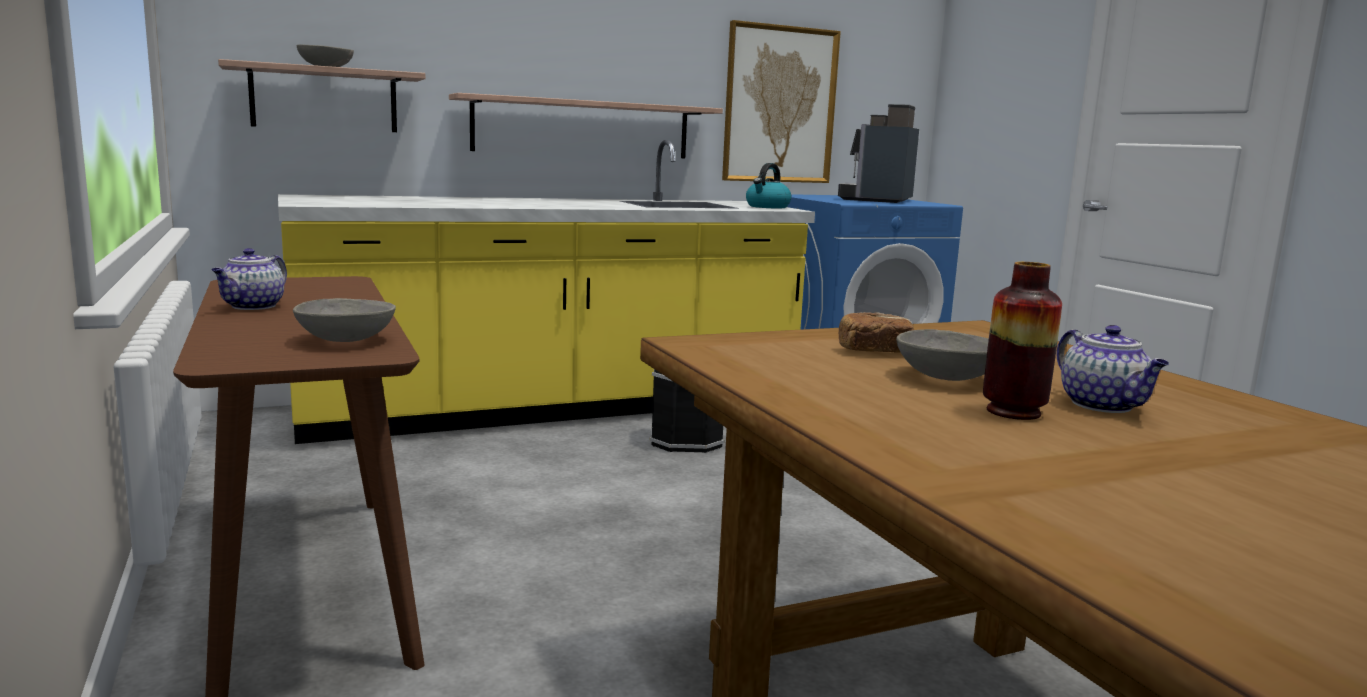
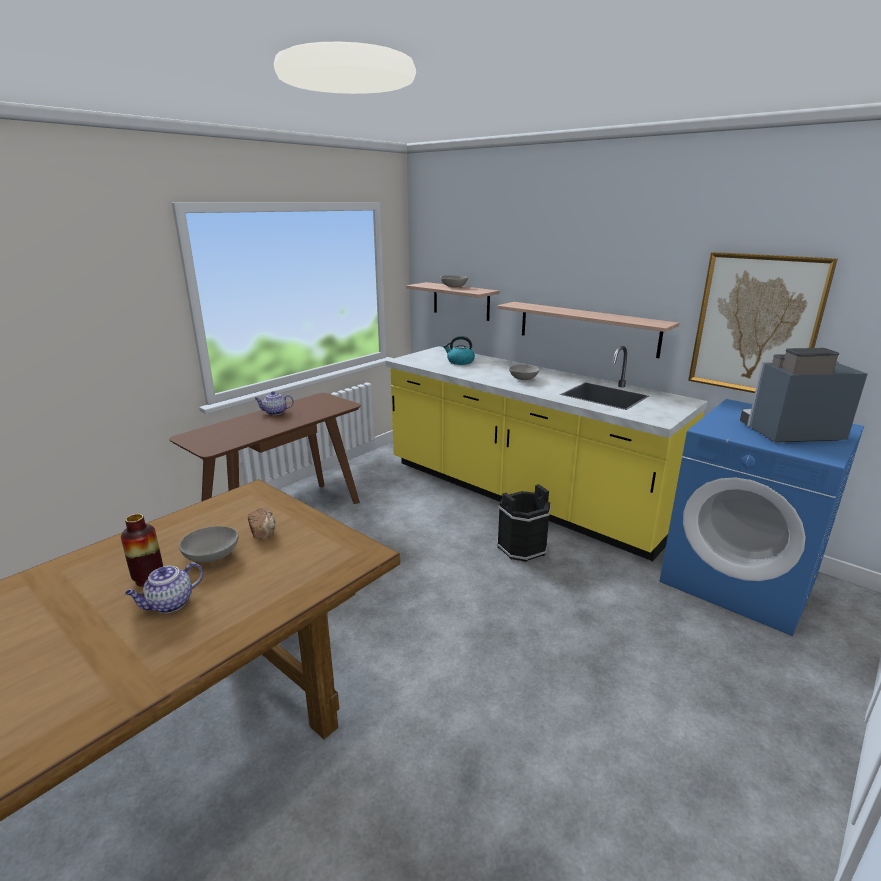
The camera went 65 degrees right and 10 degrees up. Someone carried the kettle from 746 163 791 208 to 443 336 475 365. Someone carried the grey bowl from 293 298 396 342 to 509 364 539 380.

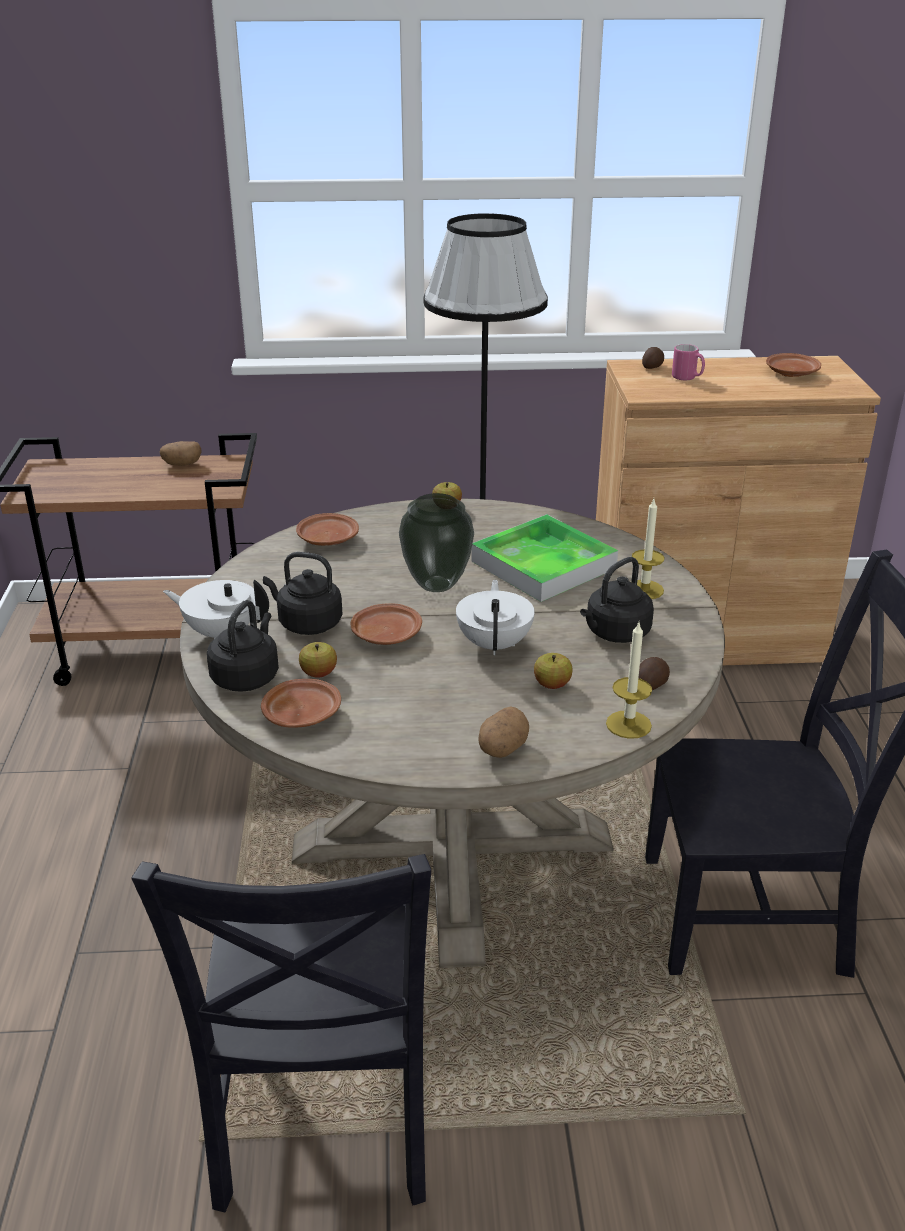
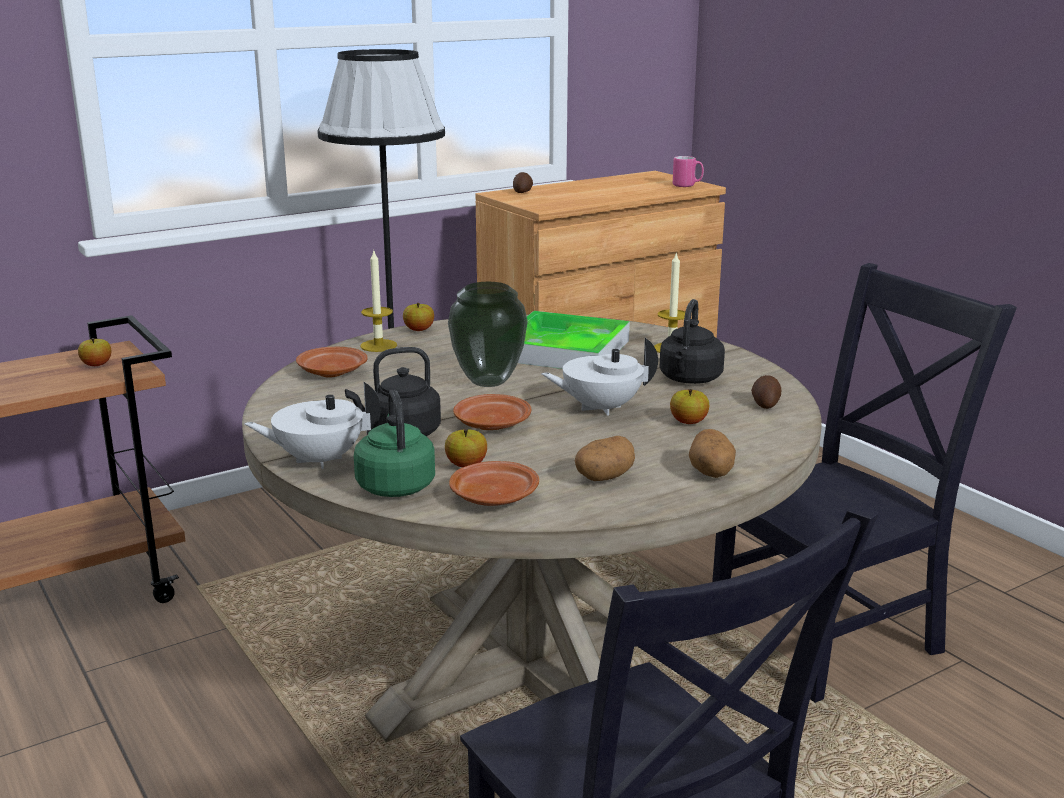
The camera went 30 degrees left and 10 degrees down. Someone put down the apple at 78 338 111 366. Someone repainted the black kettle at 207 600 279 692, which became the green kettle at 354 390 435 497. Someone carried the candle from 606 623 652 739 to 360 251 397 352. Someone rotated the white teapot at 456 580 535 655 by 75 degrees counterclockwise. Someone carried the potato from 160 441 201 466 to 575 436 635 481. Someone carried the pink mug from 672 344 705 381 to 673 156 704 187. Someone took away the brown plate at 766 353 821 377.

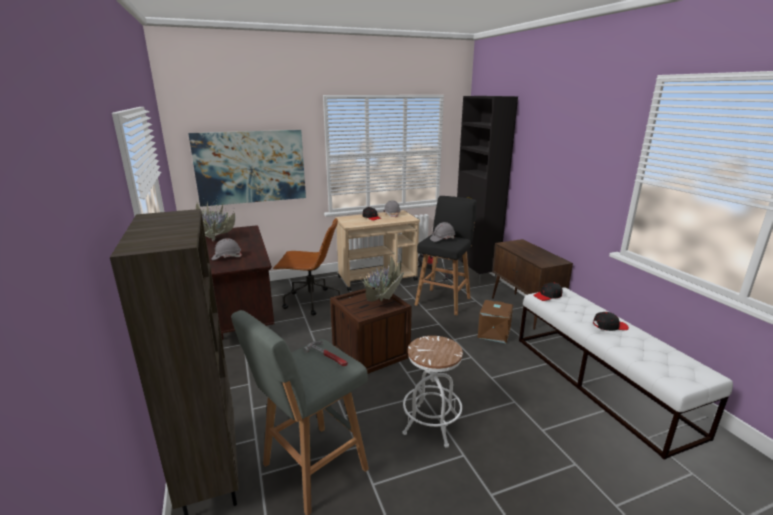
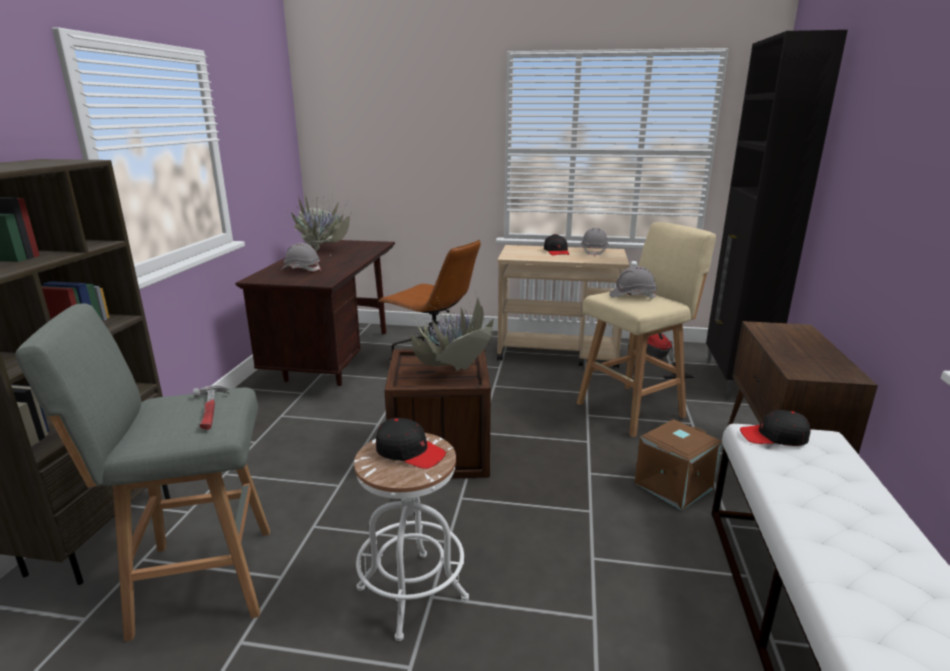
The camera went 30 degrees right and 0 degrees up. Someone carried the black cap from 593 312 629 331 to 376 418 446 469. Someone repainted the black stool at 415 196 477 315, which became the beige stool at 577 222 716 437. Someone took away the picture at 188 130 306 207.

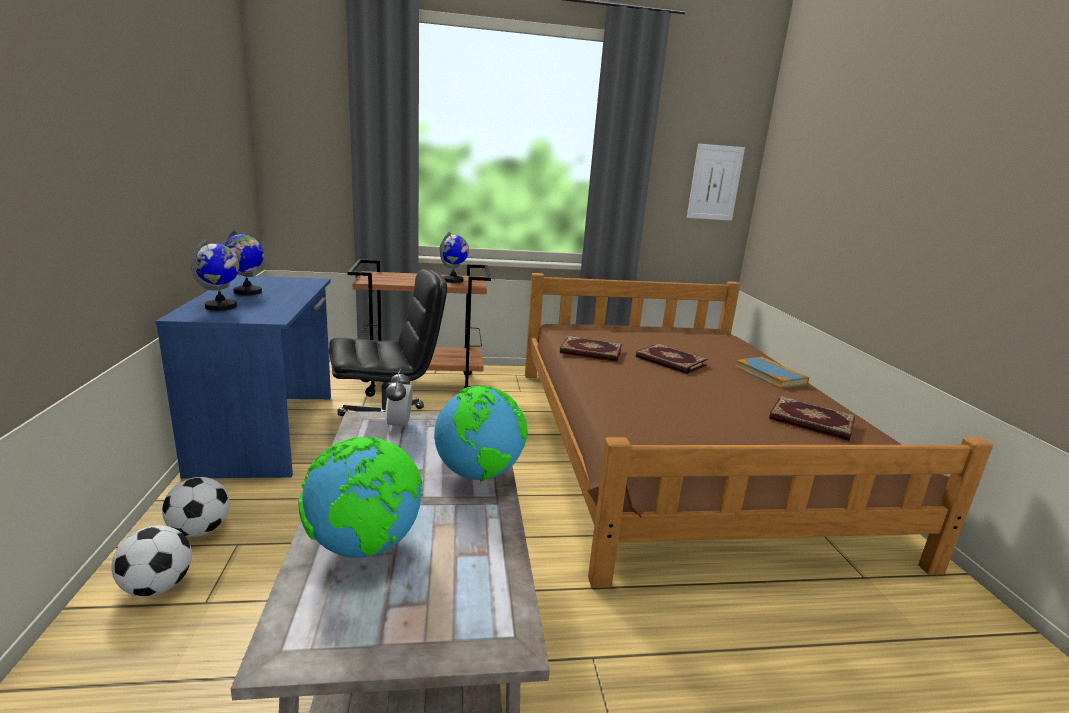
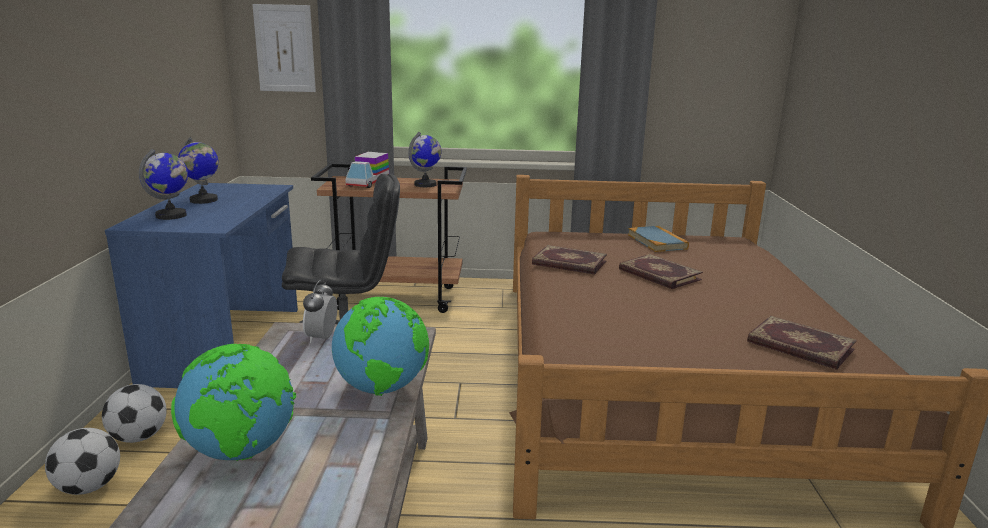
The camera went 10 degrees right and 0 degrees up. Someone carried the picture from 687 144 745 221 to 252 4 316 92. Someone put down the toy truck at 346 152 389 188. Someone carried the book from 735 357 809 389 to 628 226 689 252.

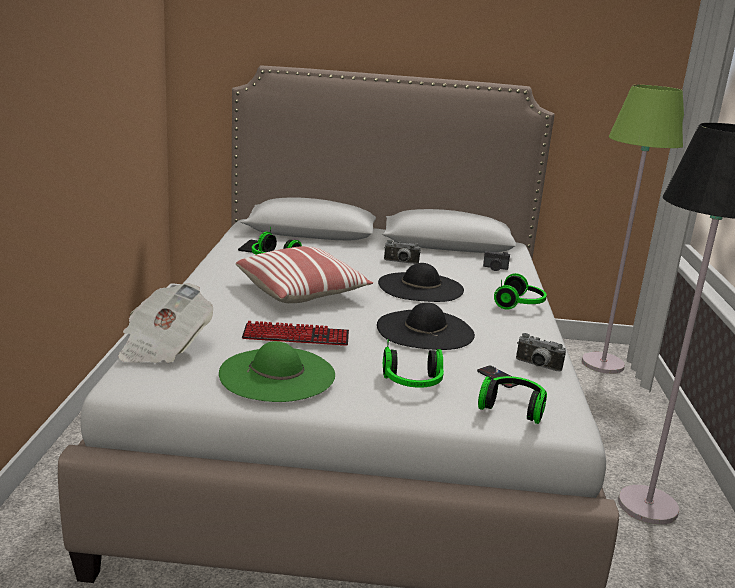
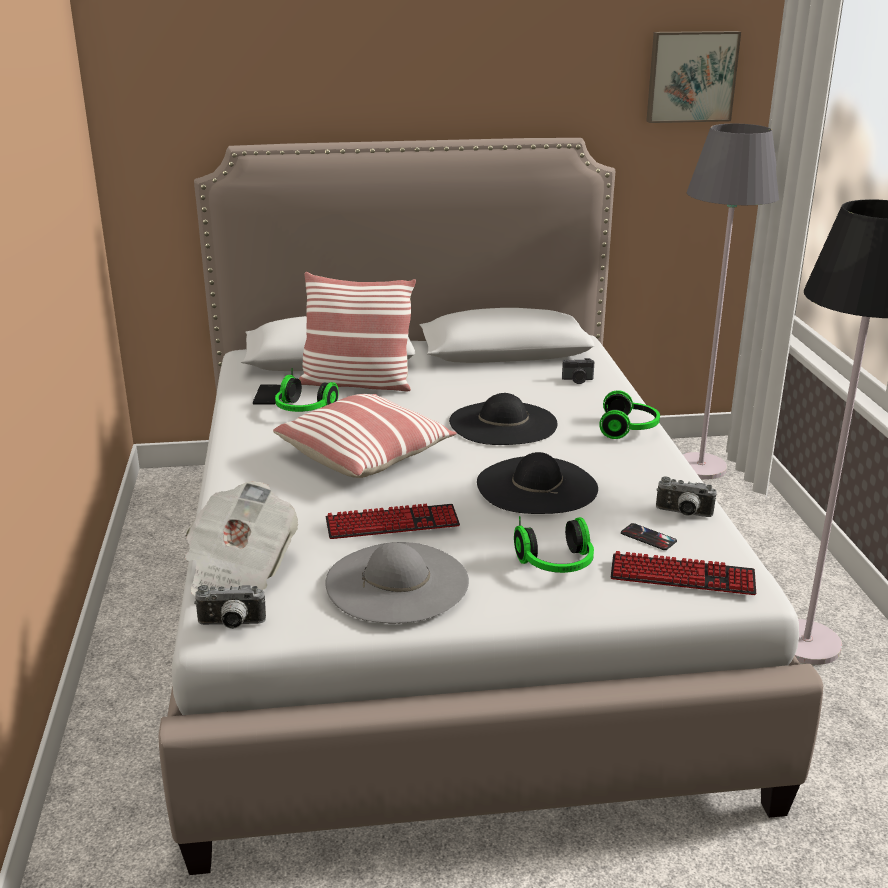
The camera went 10 degrees left and 5 degrees up. Someone carried the photo camera from 384 240 421 264 to 194 585 266 629. Someone put down the pillow at 299 272 416 391. Someone repainted the green hat at 219 341 335 402, which became the grey hat at 325 542 469 623. Someone swapped the headphones at 478 376 547 424 for the keyboard at 610 551 756 595. Someone put up the picture at 646 31 741 123. Someone repainted the green floor lamp at 582 85 684 374, which became the grey floor lamp at 683 124 779 480.

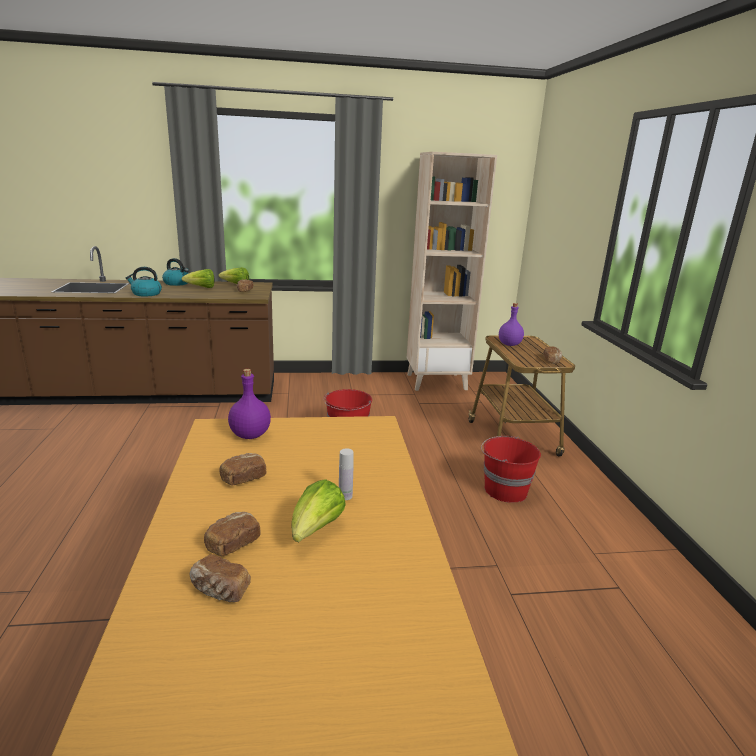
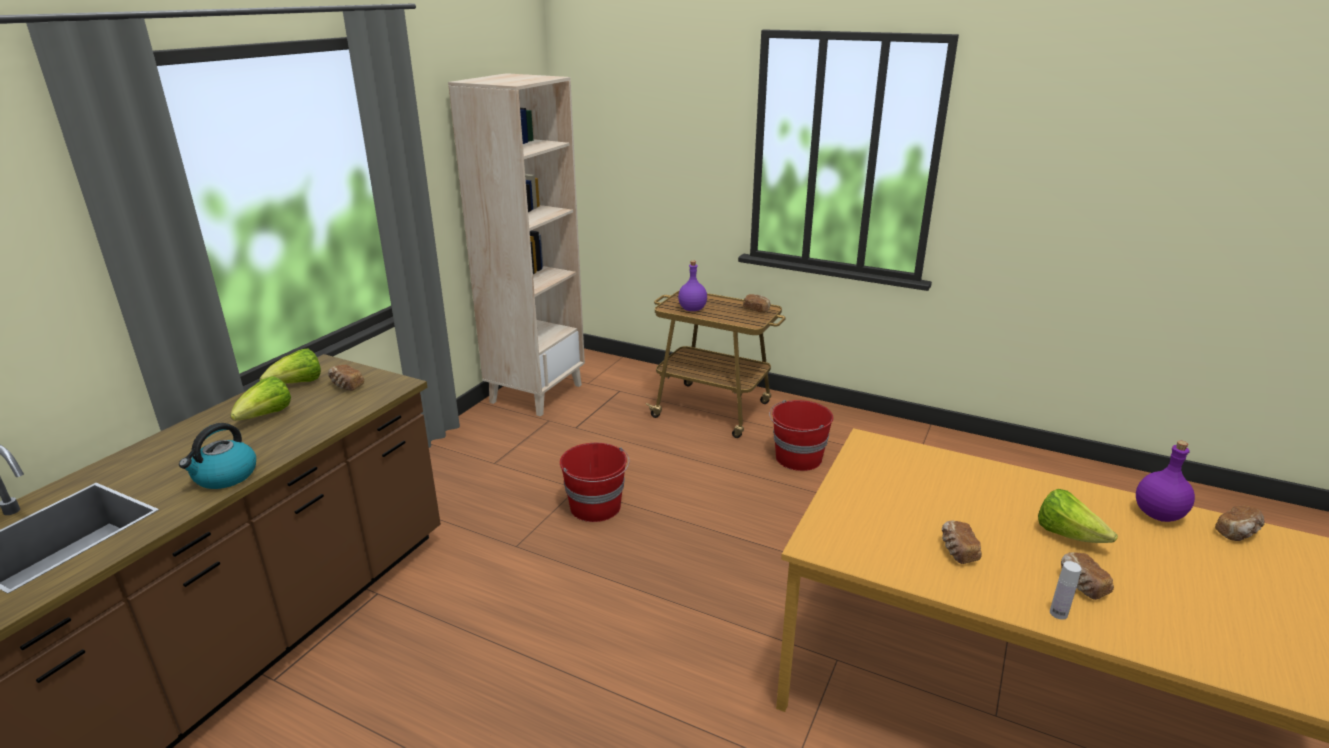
The camera went 55 degrees left and 5 degrees up. Someone carried the white bottle from 339 448 354 500 to 1050 561 1081 620. Someone carried the purple bottle from 228 369 271 439 to 1136 440 1195 522. Someone carried the bread from 190 554 251 602 to 1215 505 1265 541. Someone took away the kettle at 162 258 189 286.

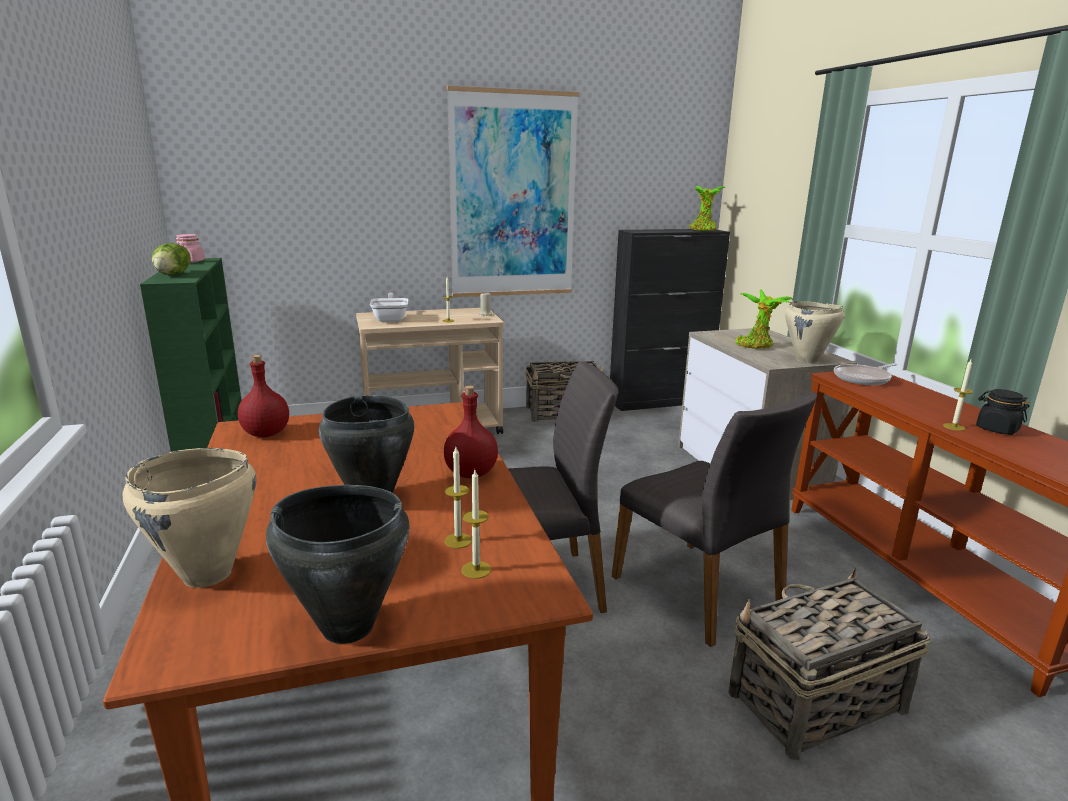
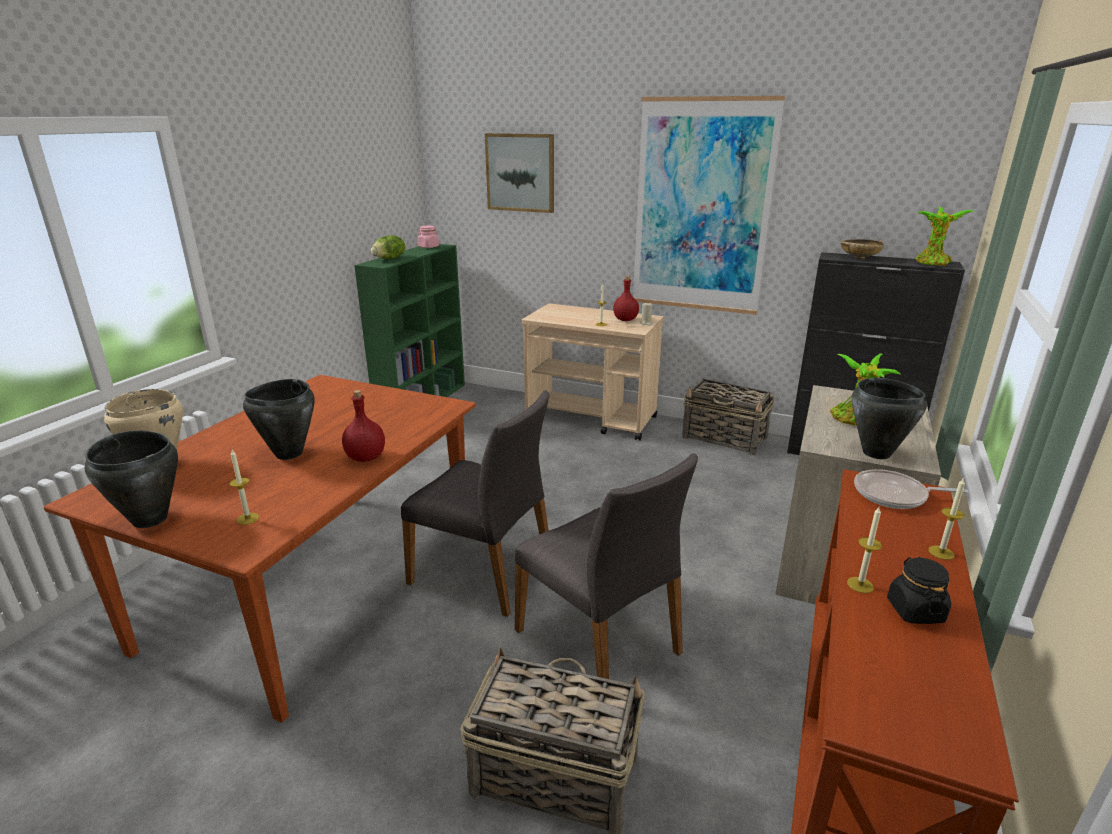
The camera went 40 degrees right and 5 degrees up. Someone put up the picture at 485 133 554 213. Someone rotated the grey chair at 612 391 817 647 by 45 degrees counterclockwise. Someone carried the red bottle from 238 355 289 437 to 613 276 639 321. Someone put down the beige bowl at 840 239 884 259. Someone repainted the beige cooking pot at 785 301 845 363, which became the black cooking pot at 852 378 927 459. Someone carried the candle from 444 447 472 548 to 929 479 965 560. Someone took away the frying pan at 370 293 408 322.

